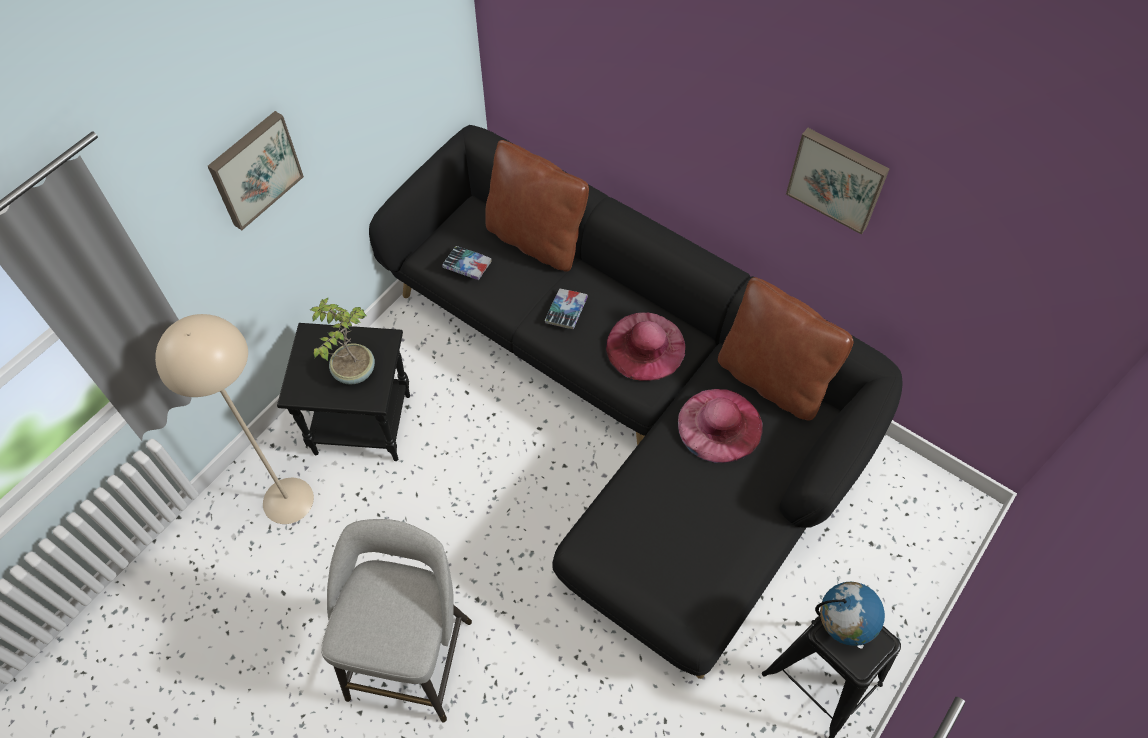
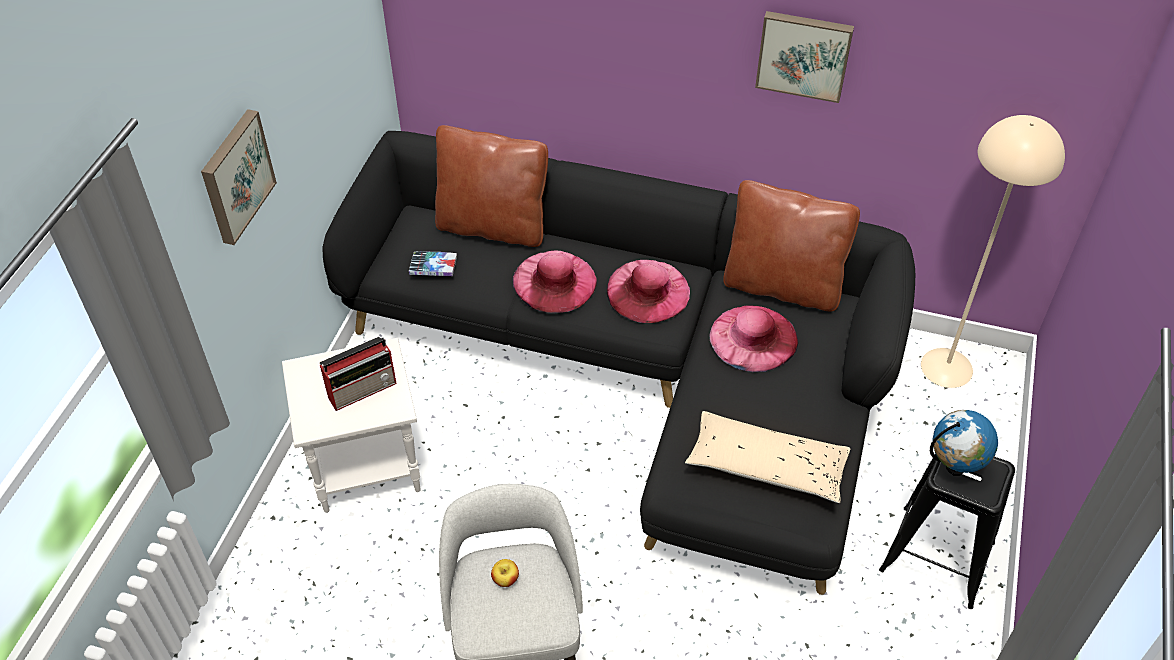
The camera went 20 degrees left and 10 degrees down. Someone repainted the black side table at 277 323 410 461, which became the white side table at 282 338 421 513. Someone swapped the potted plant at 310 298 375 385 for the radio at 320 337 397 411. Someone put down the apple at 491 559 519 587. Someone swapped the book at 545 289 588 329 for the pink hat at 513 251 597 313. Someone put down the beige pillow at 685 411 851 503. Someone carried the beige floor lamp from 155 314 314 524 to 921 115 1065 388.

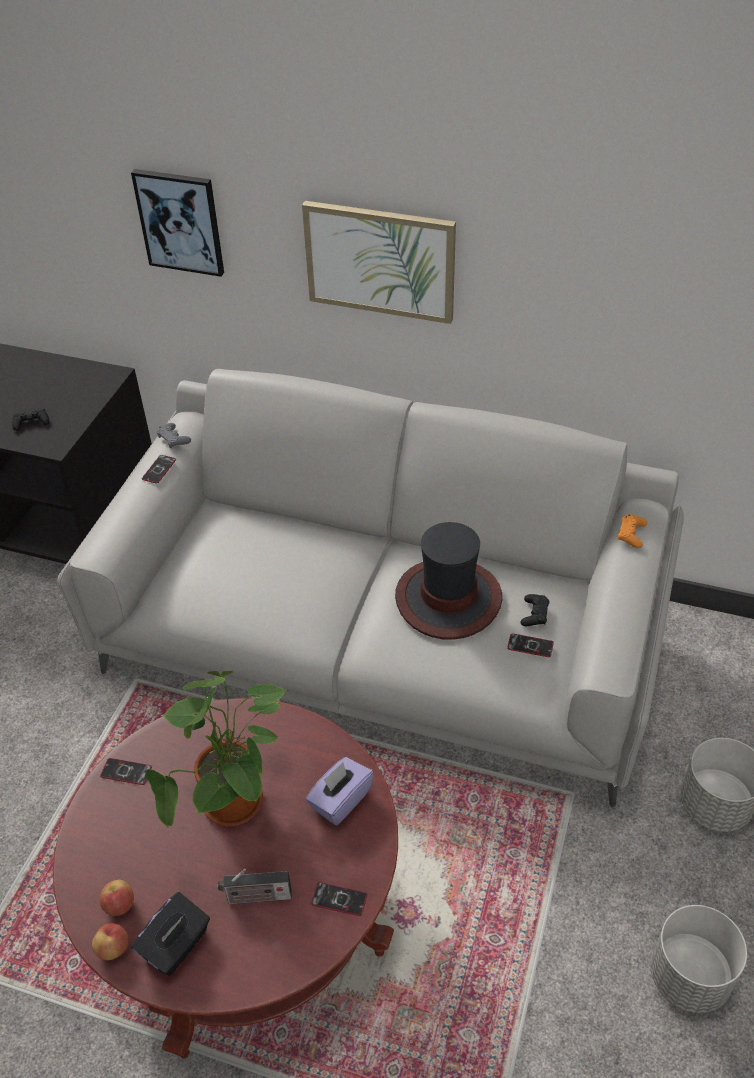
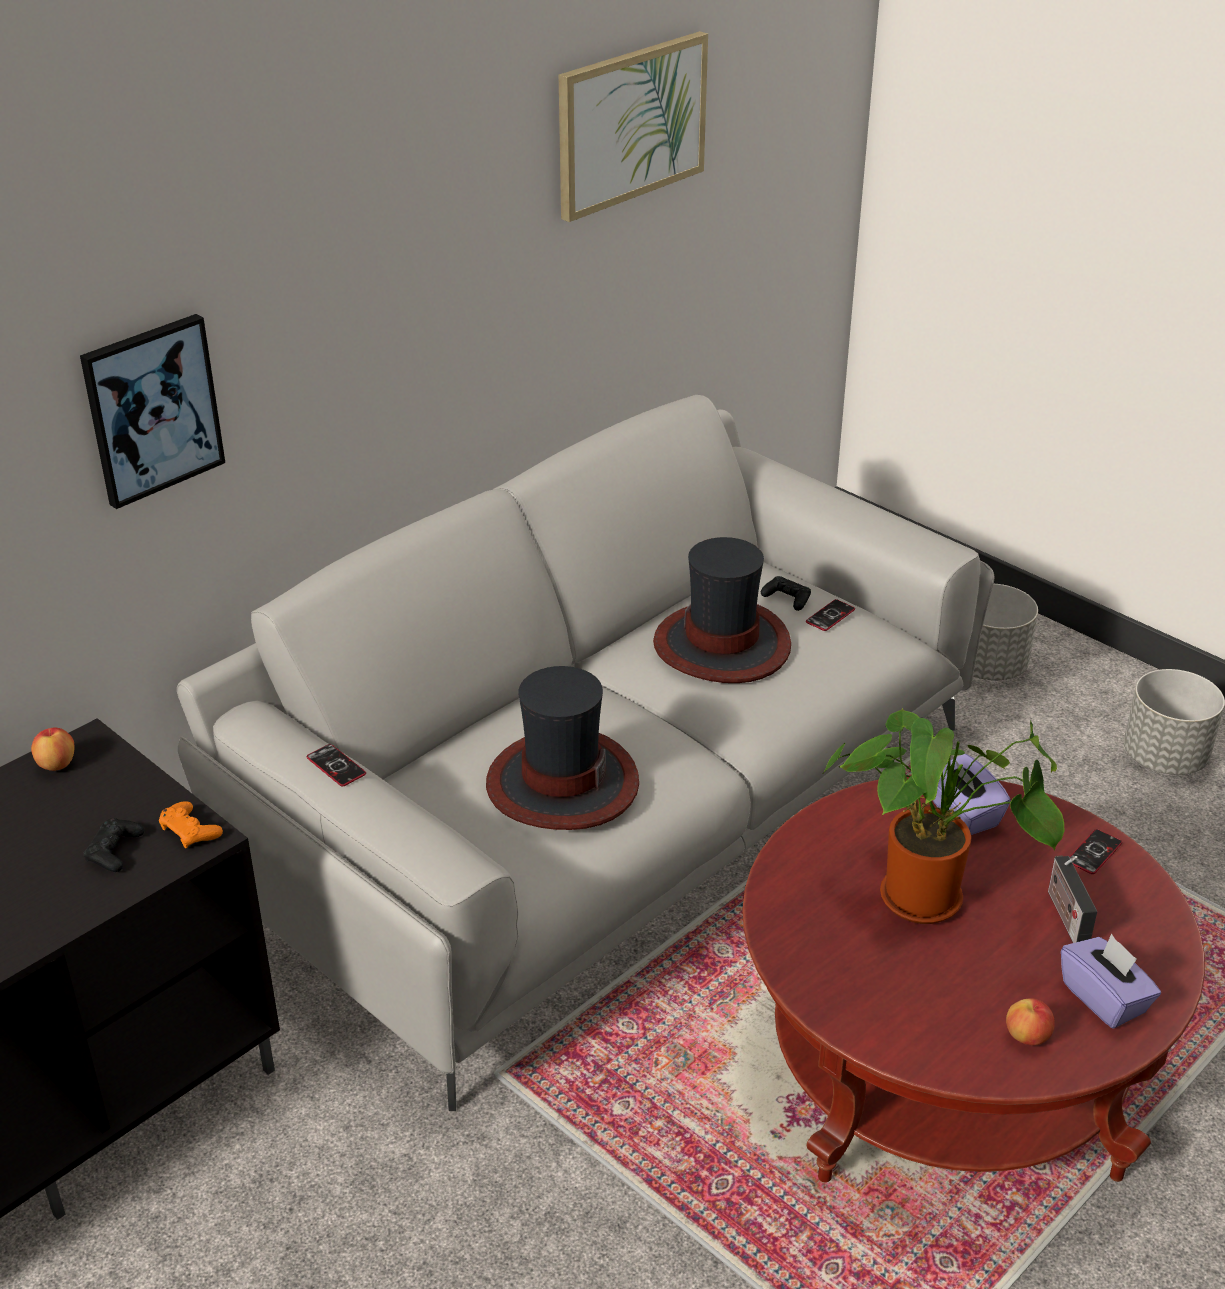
The camera went 65 degrees left and 10 degrees down. Someone carried the apple from 92 923 129 960 to 31 728 74 771. Someone carried the orange game controller from 618 514 647 548 to 159 801 223 848. Someone put down the hat at 486 666 639 830. Someone carried the picture from 302 201 456 324 to 559 31 708 222. Someone rotated the radio at 218 869 292 904 by 150 degrees clockwise. Someone repainted the black tissue box at 132 892 210 976, which became the purple tissue box at 1061 934 1161 1029. Someone took away the phone at 100 758 152 785. Someone took away the grey game controller at 157 423 191 448.

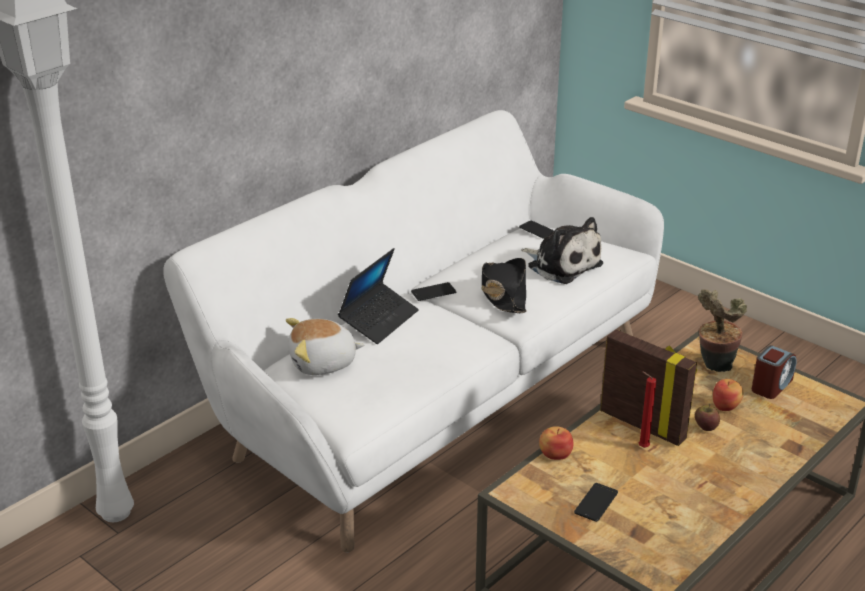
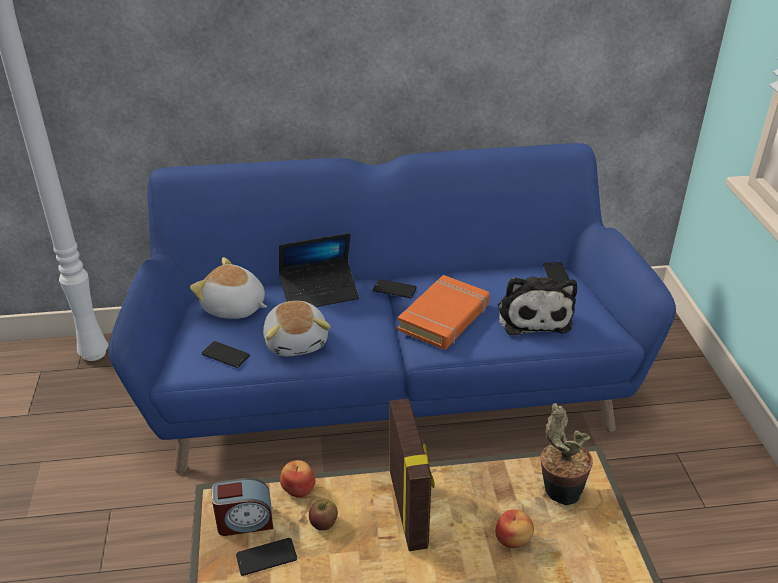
The camera went 40 degrees right and 5 degrees up. Someone repainted the white sofa at 163 110 664 553, which became the blue sofa at 109 143 676 474. Someone put down the phone at 201 341 250 368. Someone carried the alarm clock from 752 345 797 399 to 212 478 273 536. Someone put down the plush toy at 263 301 331 356. Someone carried the apple from 695 404 720 431 to 309 499 338 531. Someone swapped the black hat at 481 258 527 313 for the orange book at 398 275 489 350. Someone took away the red candle at 639 372 657 448.

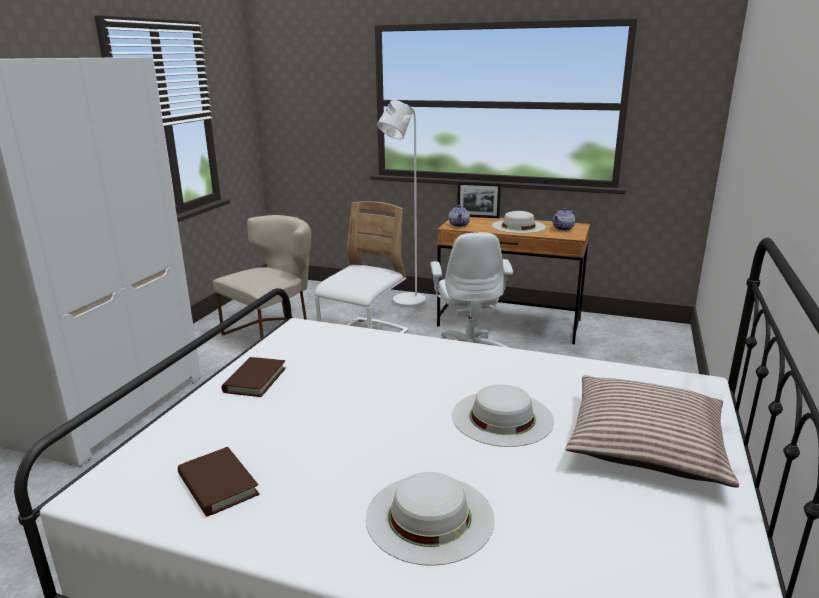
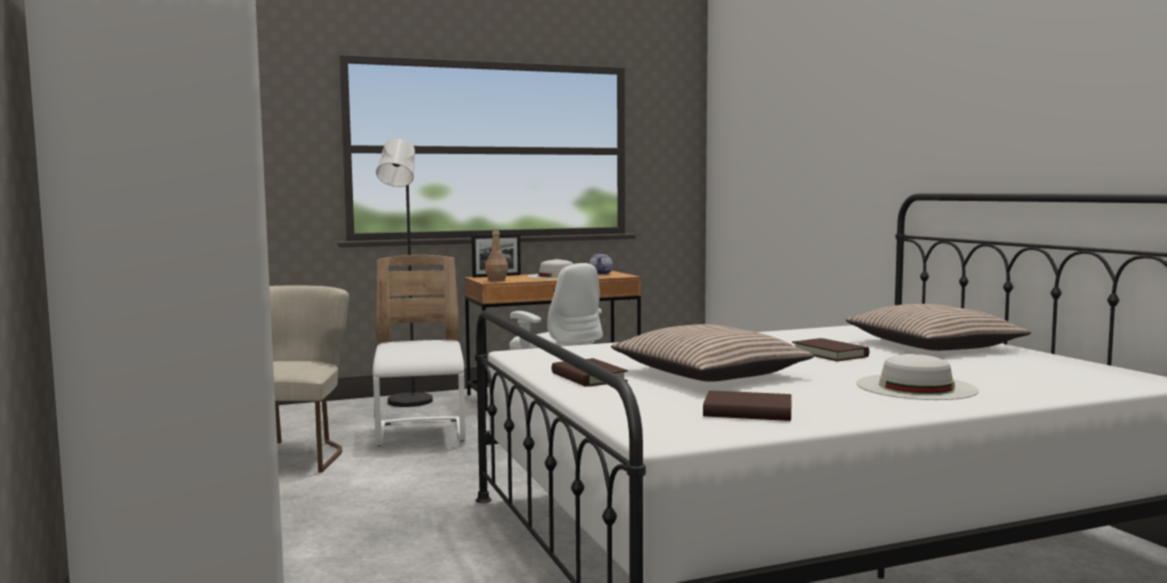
The camera went 40 degrees left and 15 degrees down. Someone repainted the white floor lamp at 377 100 426 308, which became the black floor lamp at 376 139 433 407. Someone swapped the teapot at 448 205 470 227 for the brown bottle at 485 231 508 282. Someone put down the pillow at 611 324 814 382. Someone swapped the white hat at 452 384 554 447 for the brown book at 792 338 869 361.

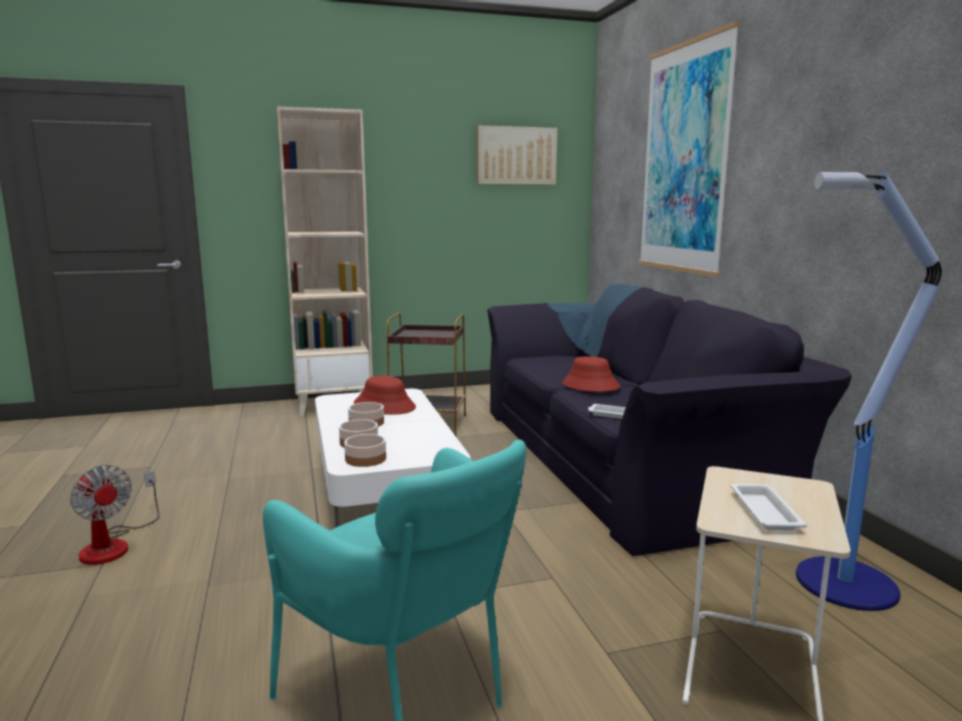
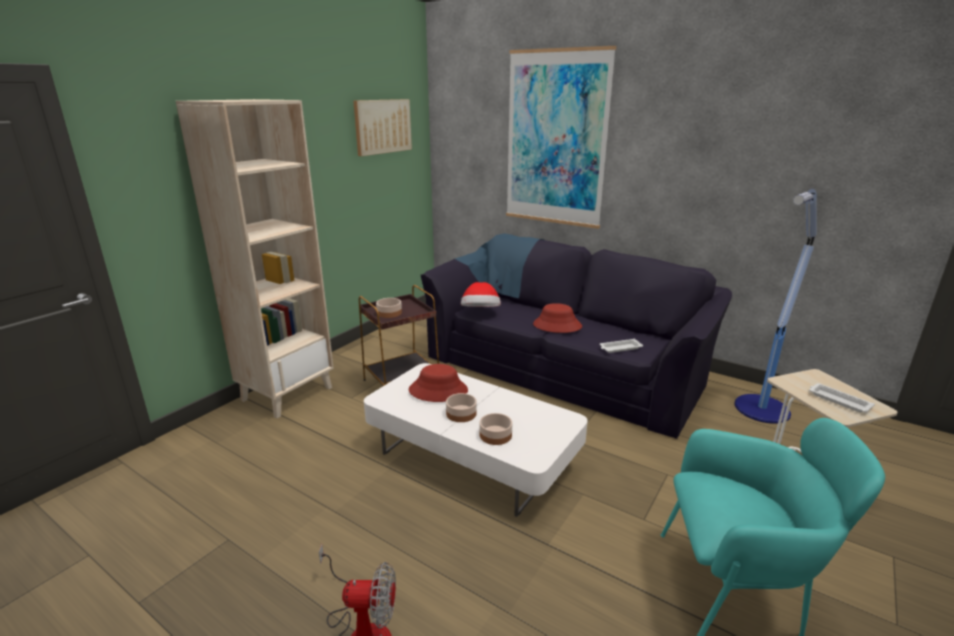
The camera went 40 degrees left and 10 degrees up. Someone carried the bowl from 344 434 386 467 to 376 298 402 318. Someone put down the hat at 461 282 501 307.

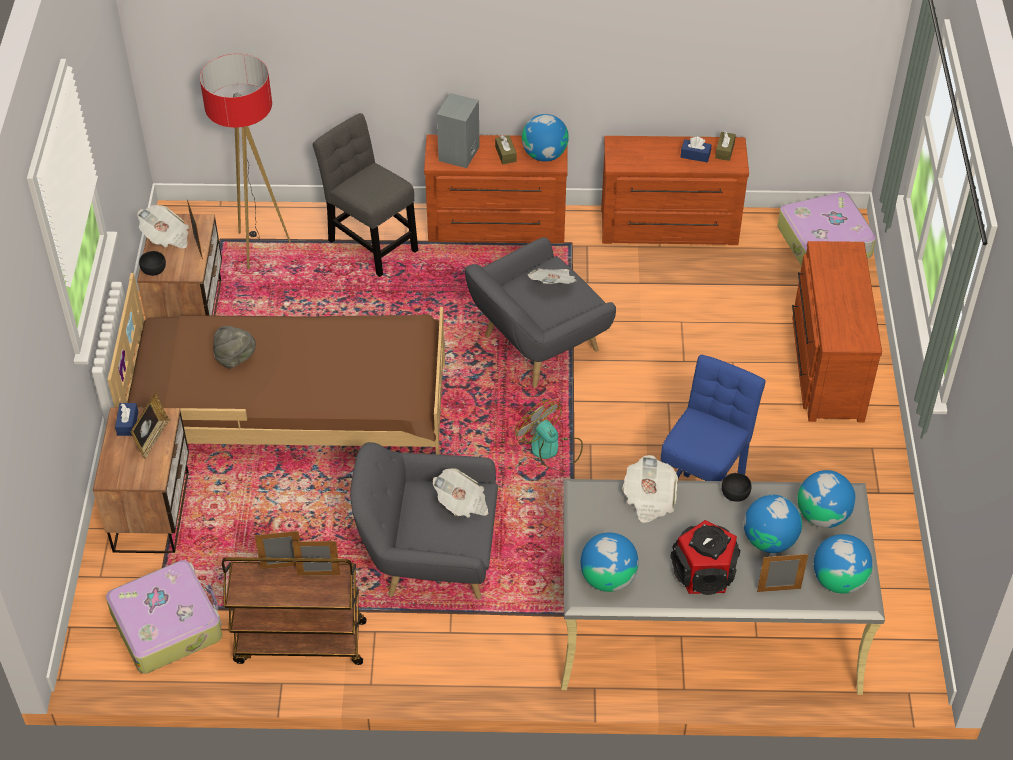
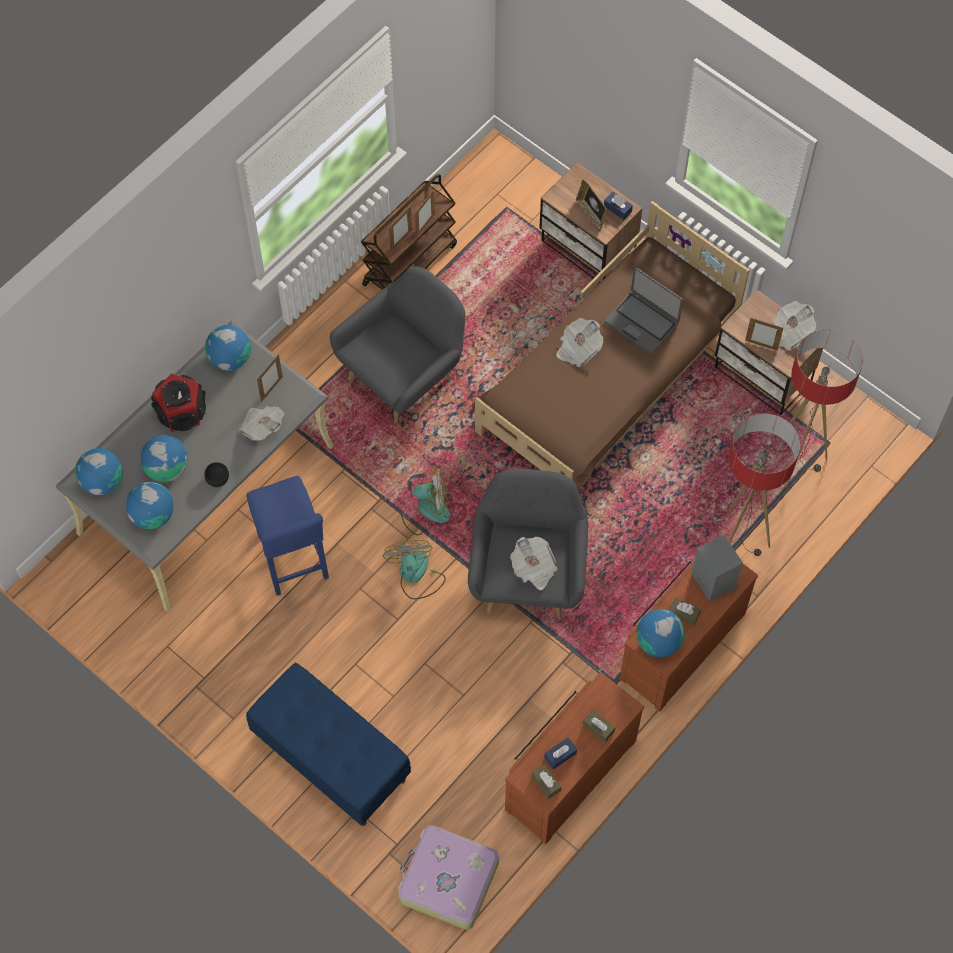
The camera went 130 degrees right and 15 degrees up. Someone swapped the brown dresser at 792 241 882 422 for the blue bench at 246 663 411 826. Someone carried the picture frame from 757 554 808 592 to 257 354 283 402. Someone put down the fan at 383 540 446 599. Someone carried the newspaper from 433 468 489 518 to 556 318 603 367. Someone put down the brown tissue box at 583 710 615 742. Someone swapped the grey hat at 213 326 256 369 for the laptop at 605 267 683 354. Someone swapped the grey chair at 313 113 418 277 for the floor lamp at 727 413 800 556. Someone took away the suitcase at 106 560 222 674. Someone took away the black bowl at 139 251 166 276.

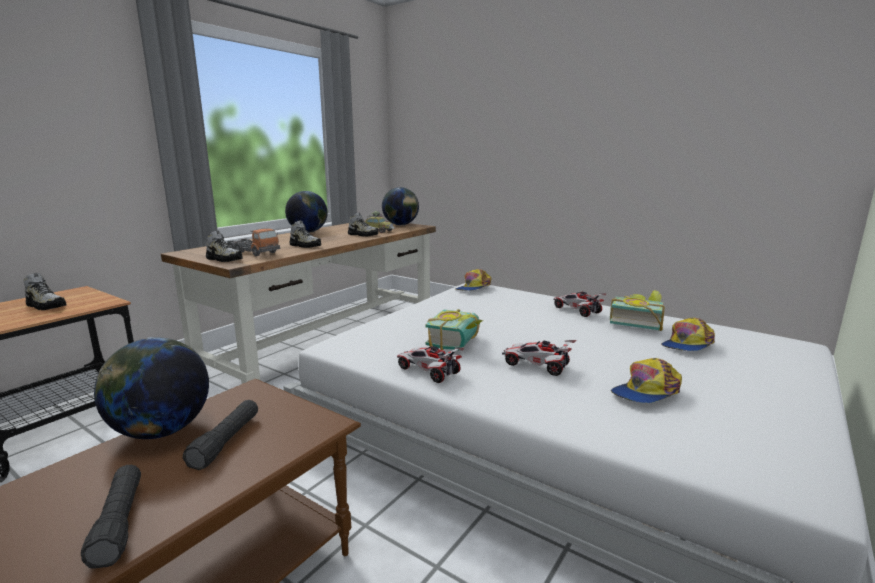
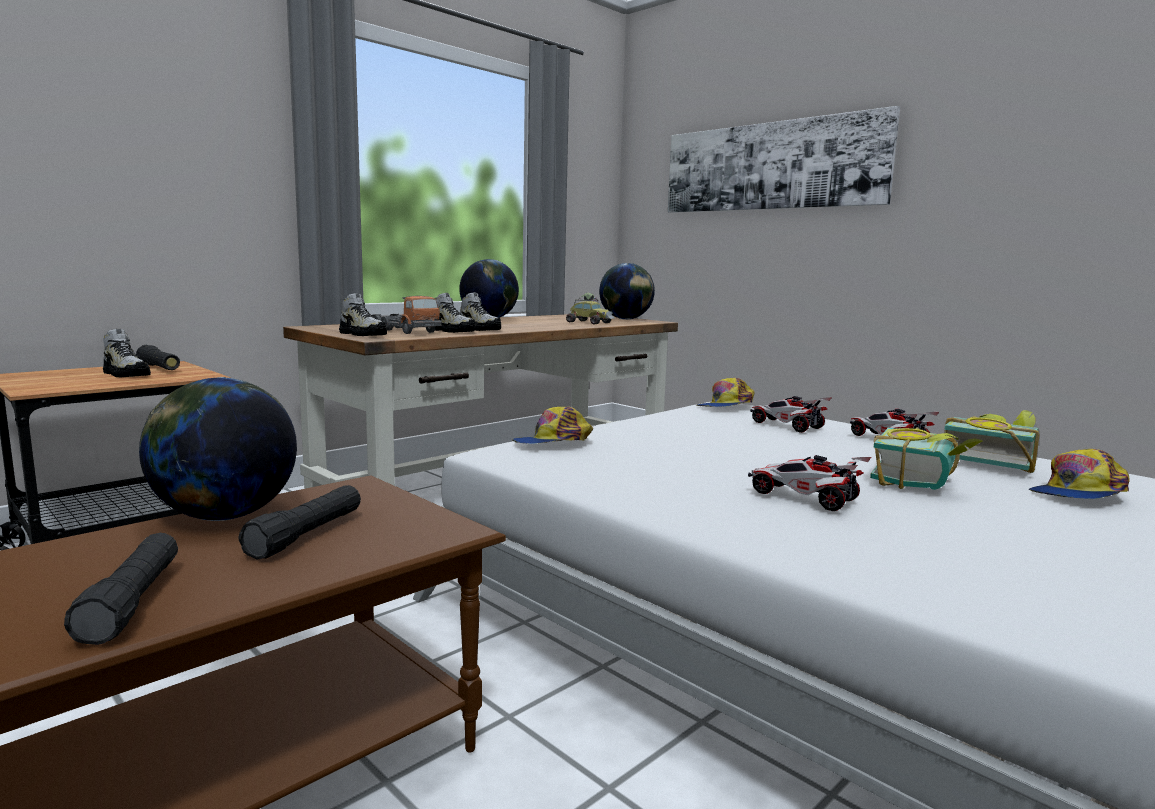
The camera went 10 degrees right and 5 degrees down. Someone put down the black flashlight at 136 345 180 370. Someone carried the shoe from 348 213 379 237 to 435 293 475 333. Someone carried the cap from 611 358 682 403 to 512 407 593 444. Someone put up the picture at 668 106 900 213. Someone carried the toy car from 397 346 464 383 to 750 396 832 433. Someone carried the book from 425 309 483 350 to 870 427 982 490.

